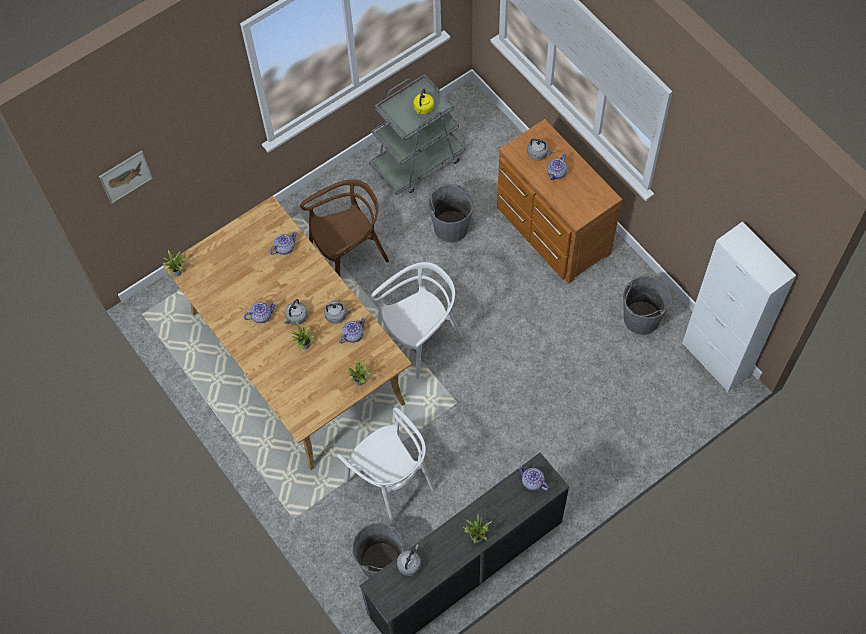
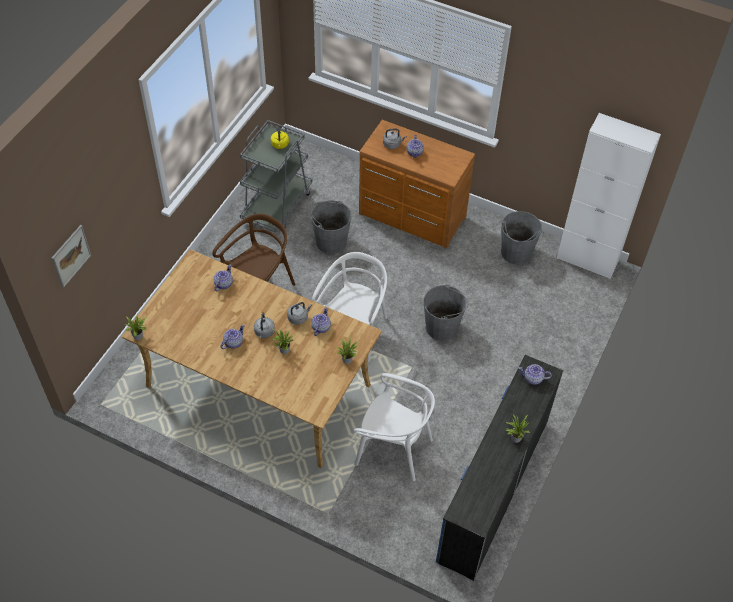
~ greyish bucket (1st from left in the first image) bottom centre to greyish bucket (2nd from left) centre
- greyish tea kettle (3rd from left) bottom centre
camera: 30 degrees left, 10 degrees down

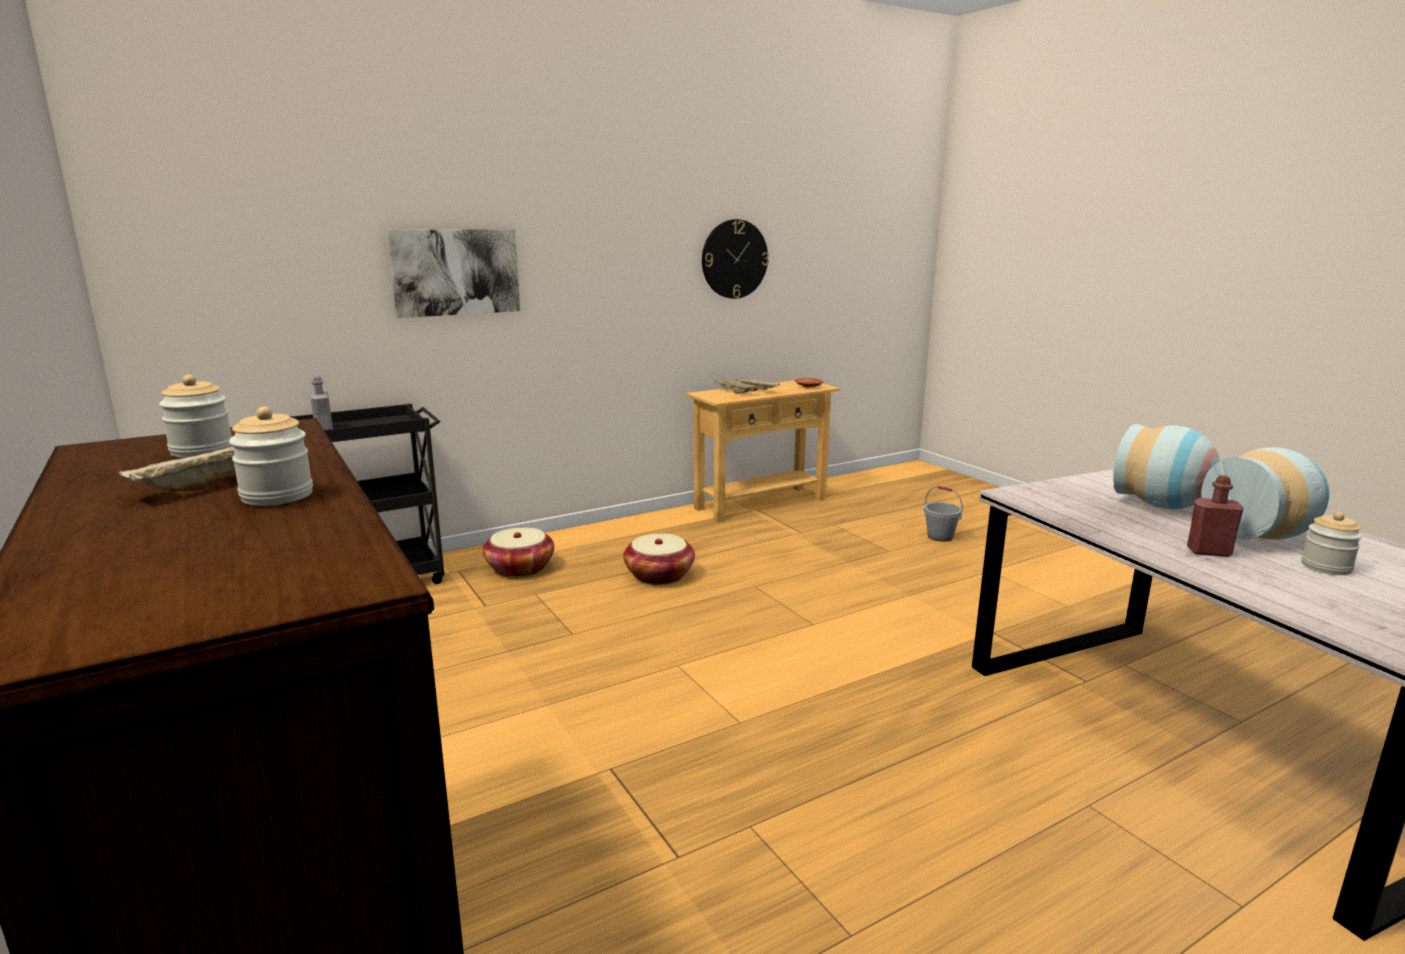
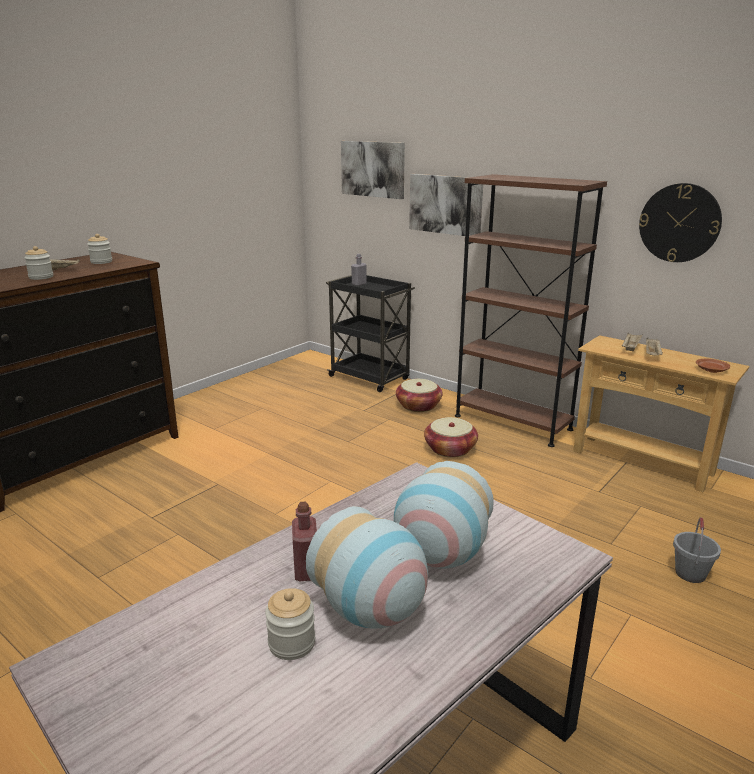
+ wall picture (1st from left) top centre
+ brown-coloured shelving unit middle right
camera: 70 degrees right, 5 degrees up

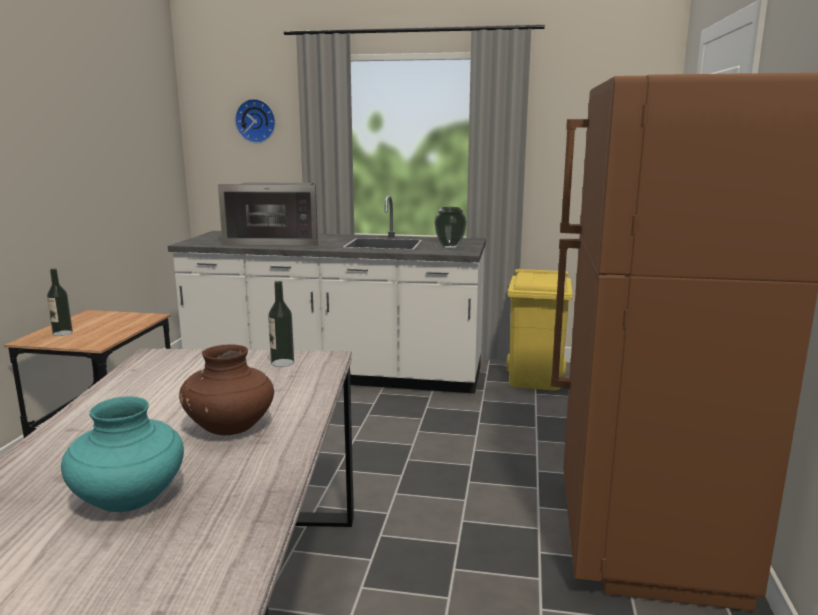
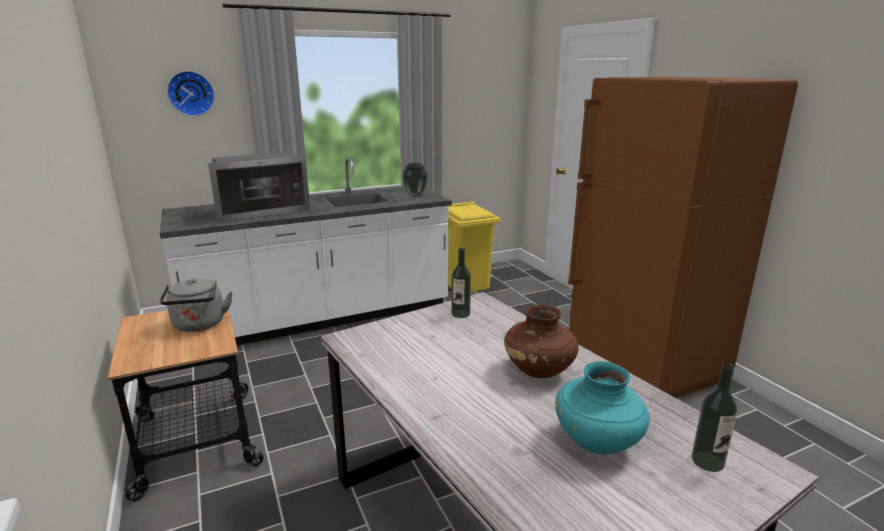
+ greyish tea kettle middle left
~ beverage bottle (1st from left in the first image) middle left to beverage bottle (2nd from left) bottom right
camera: 35 degrees left, 5 degrees up

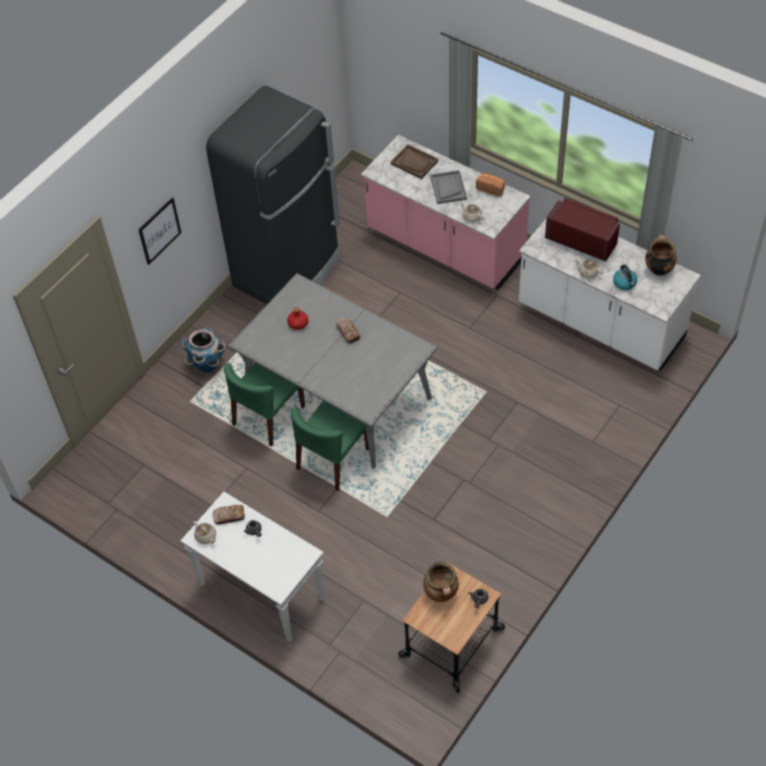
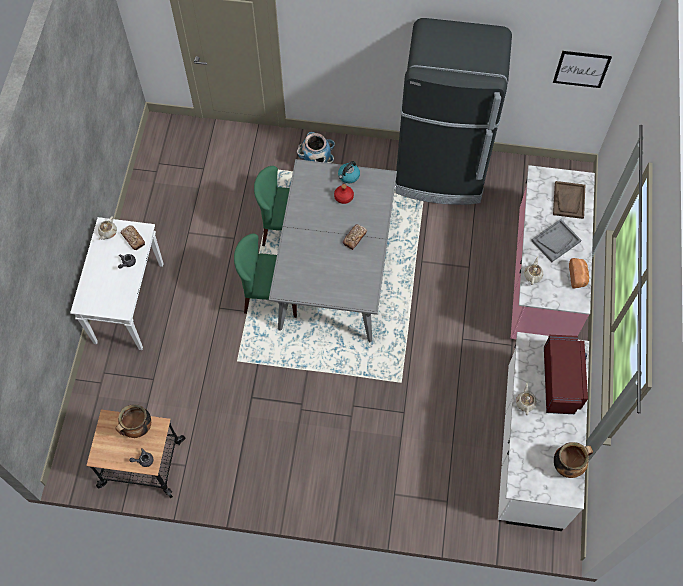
~ tea kettle middle right to top centre
~ wall picture top left to top right
camera: 60 degrees right, 10 degrees up

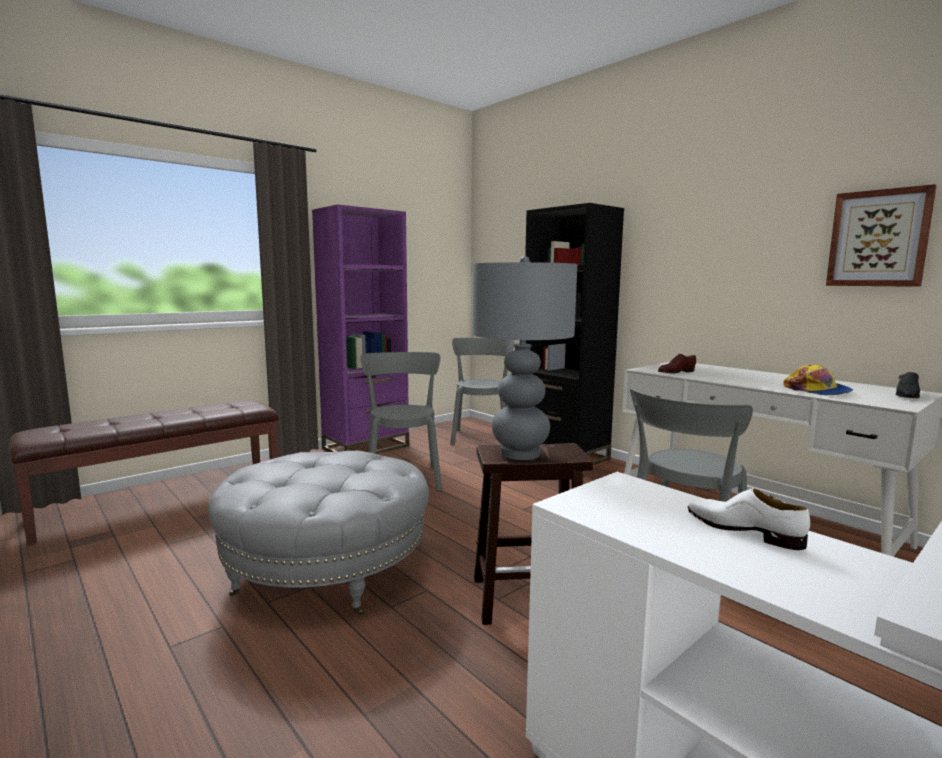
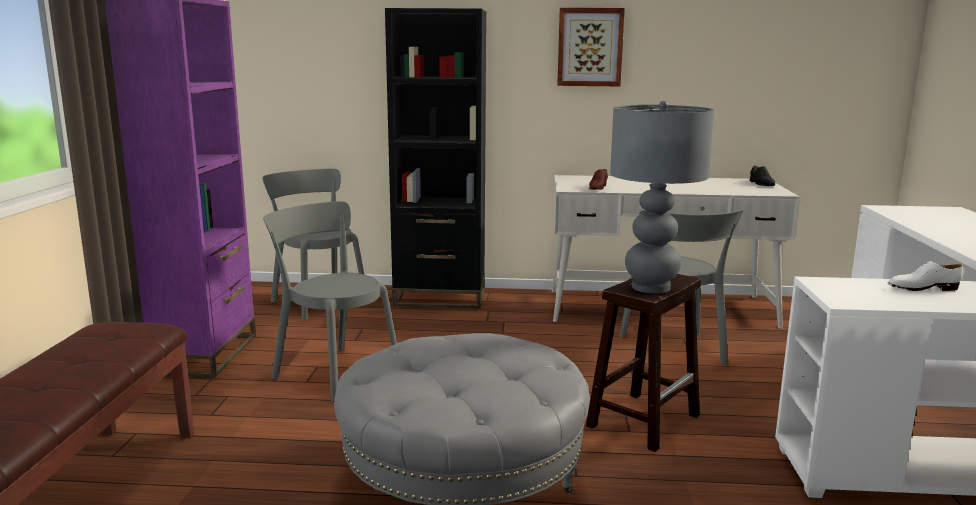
~ wall picture top right to top centre
- cap middle right
camera: 45 degrees left, 5 degrees up

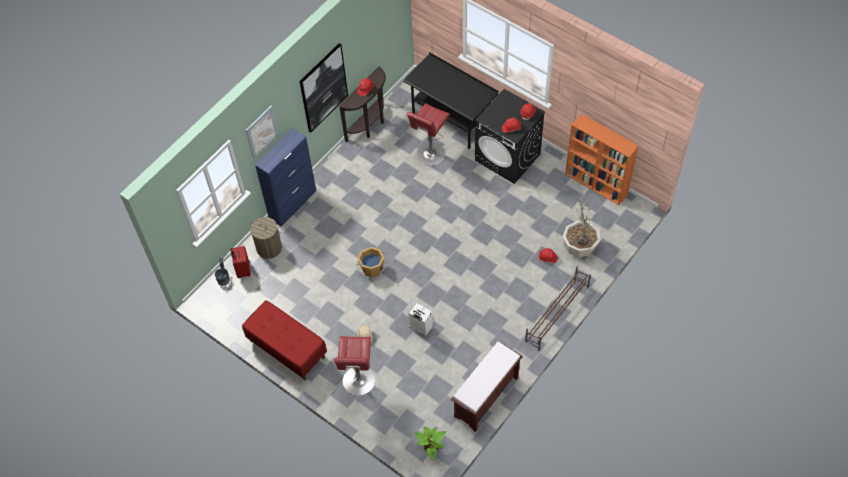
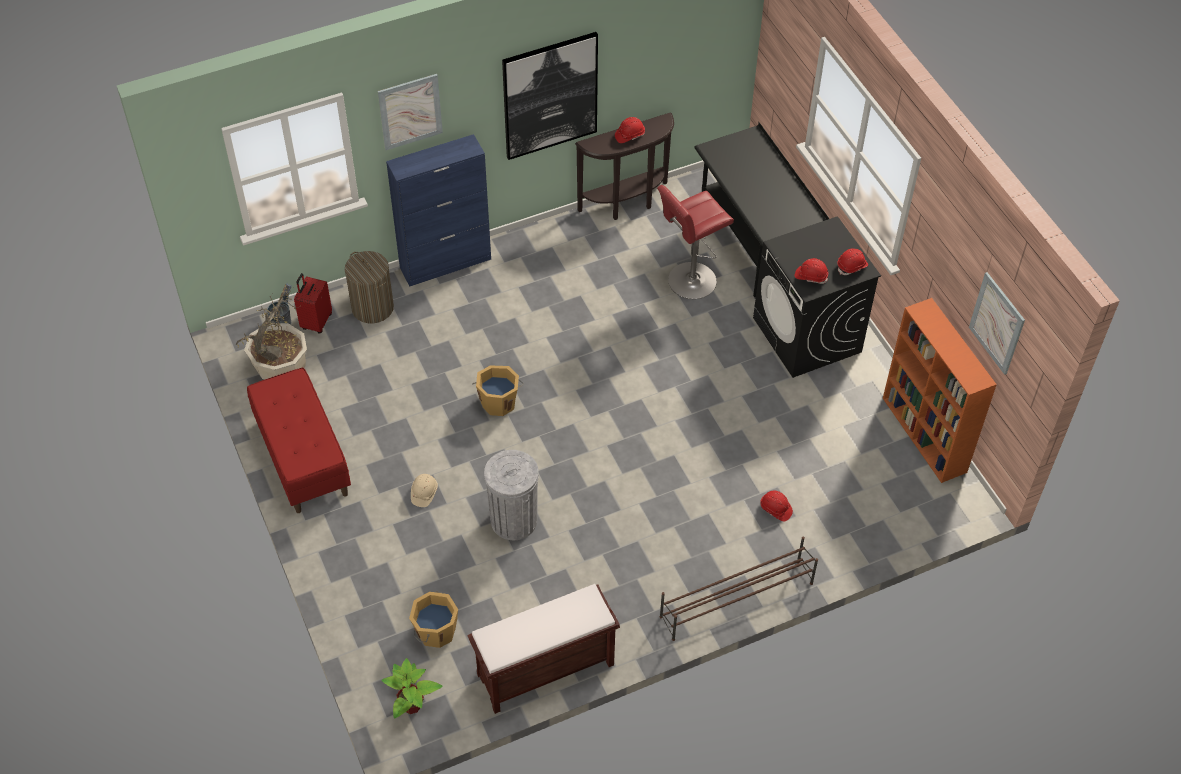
~ potted plant (2nd from left in the first image) middle right to potted plant (1st from left) middle left
+ orangey bucket (1st from left) bottom centre
~ white travel case bottom centre to greyish trash can centre
+ wall picture (3rd from left) middle right
- reddish stool (1st from left) bottom centre
camera: 25 degrees right, 5 degrees down

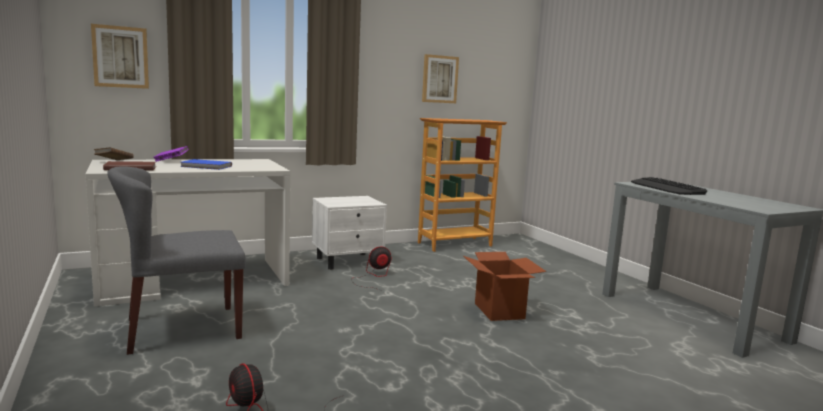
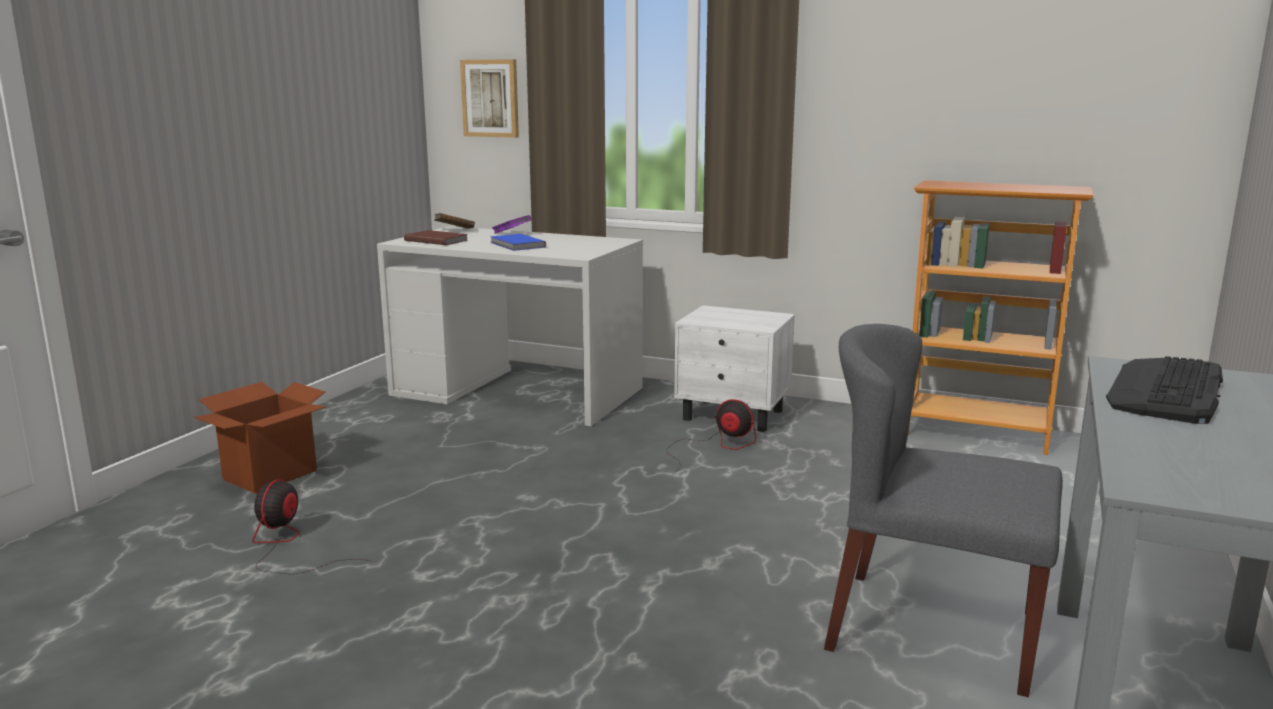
~ cardboard box bottom centre to middle left
~ greyish plain chair middle left to bottom right
- wall picture (2nd from left) top centre
camera: 50 degrees right, 5 degrees up

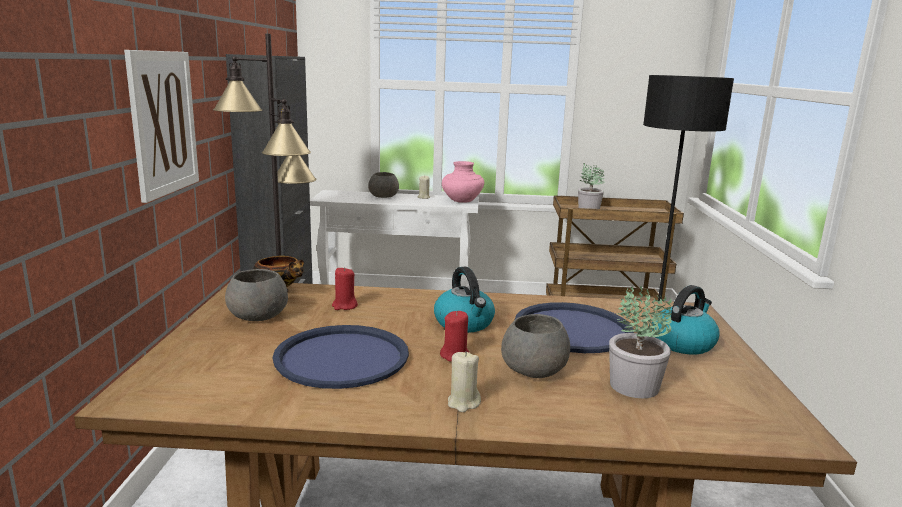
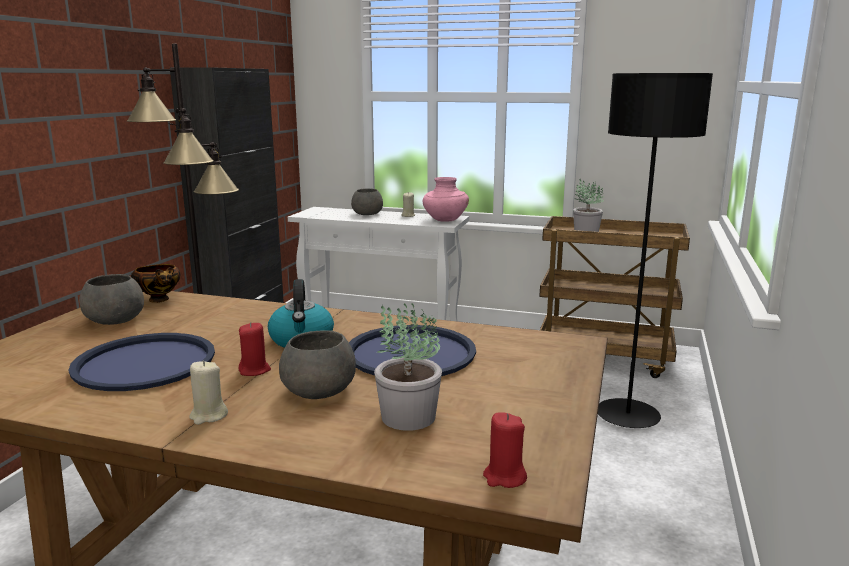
~ reddish wax light (1st from left in the first image) centre to reddish wax light (2nd from left) bottom centre
- wall picture top left
- tea kettle (2nd from left) middle right
camera: 15 degrees right, 0 degrees up

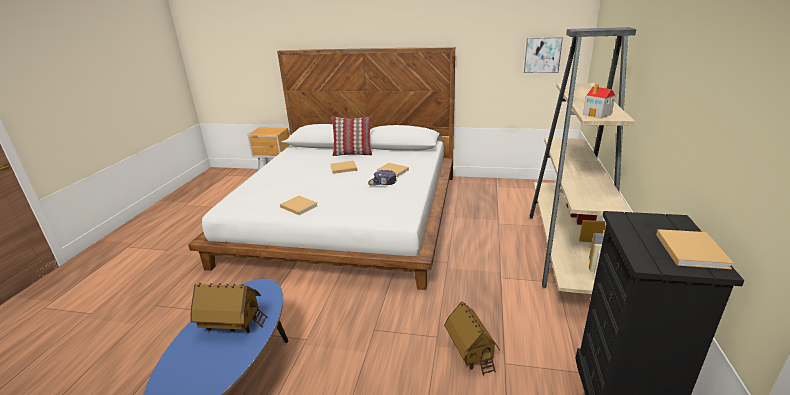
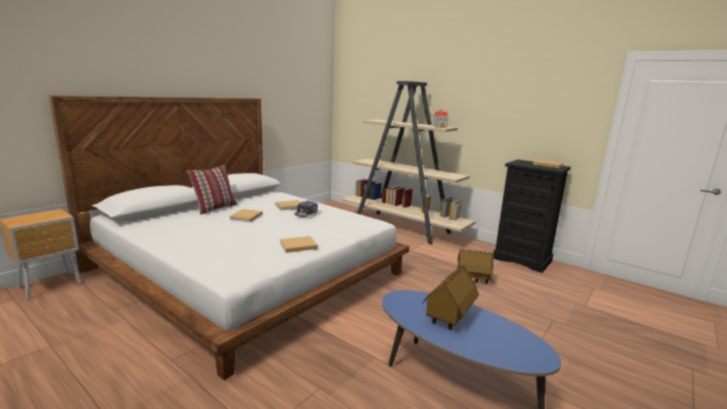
- wall picture top right
camera: 65 degrees left, 10 degrees down

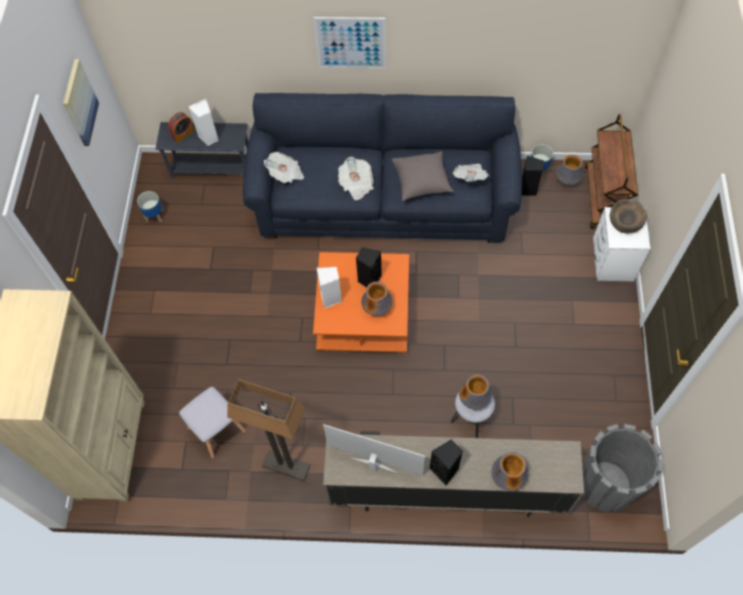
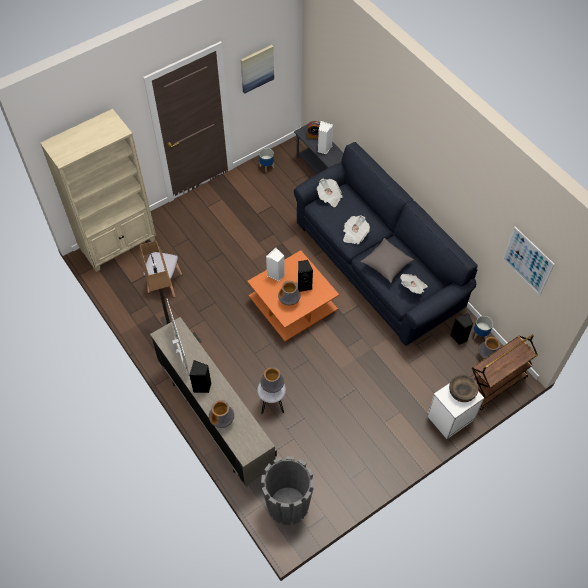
~ wall picture (2nd from left) top centre to middle right
camera: 50 degrees right, 5 degrees down

